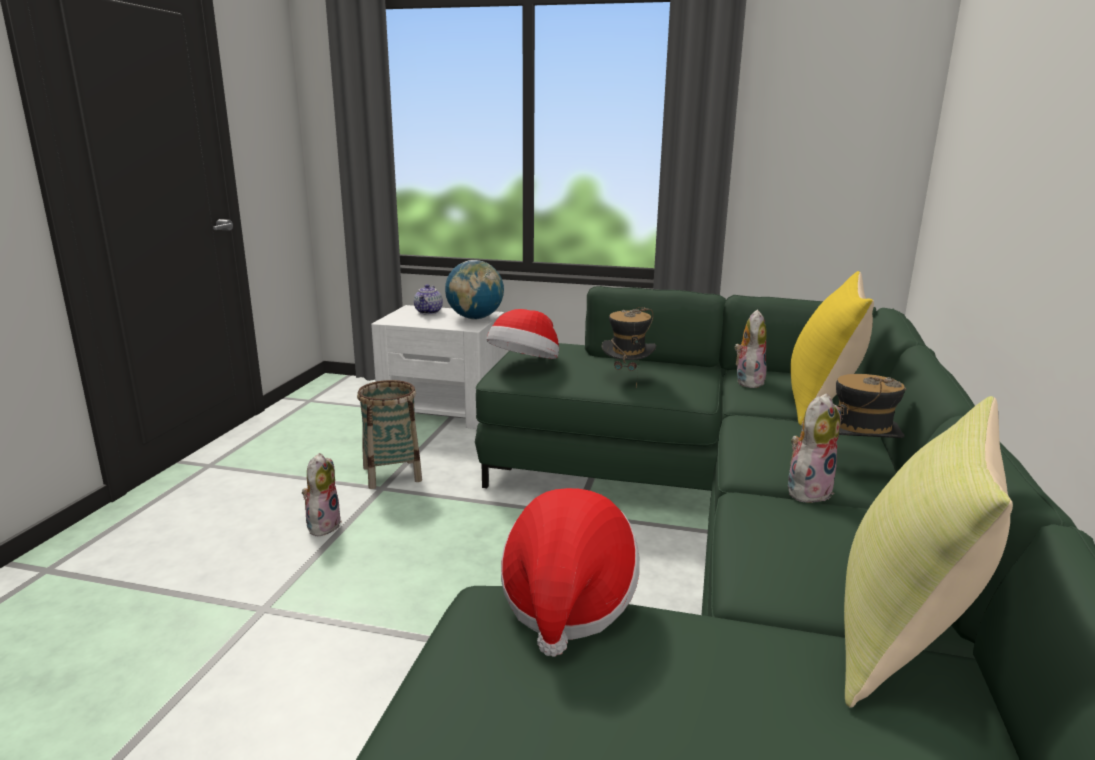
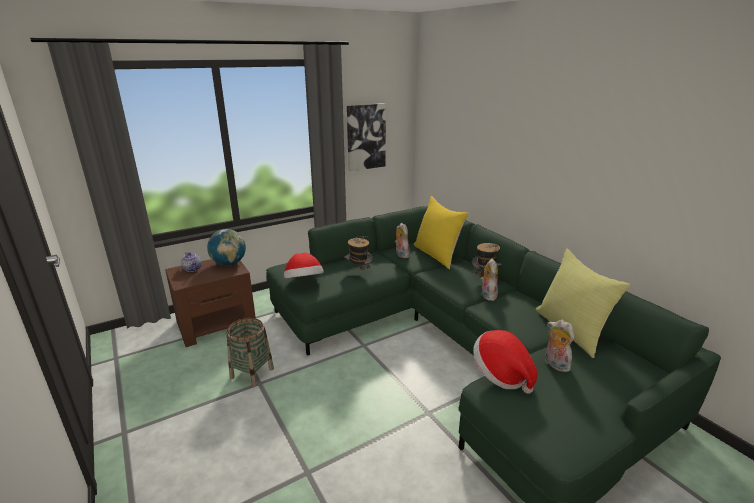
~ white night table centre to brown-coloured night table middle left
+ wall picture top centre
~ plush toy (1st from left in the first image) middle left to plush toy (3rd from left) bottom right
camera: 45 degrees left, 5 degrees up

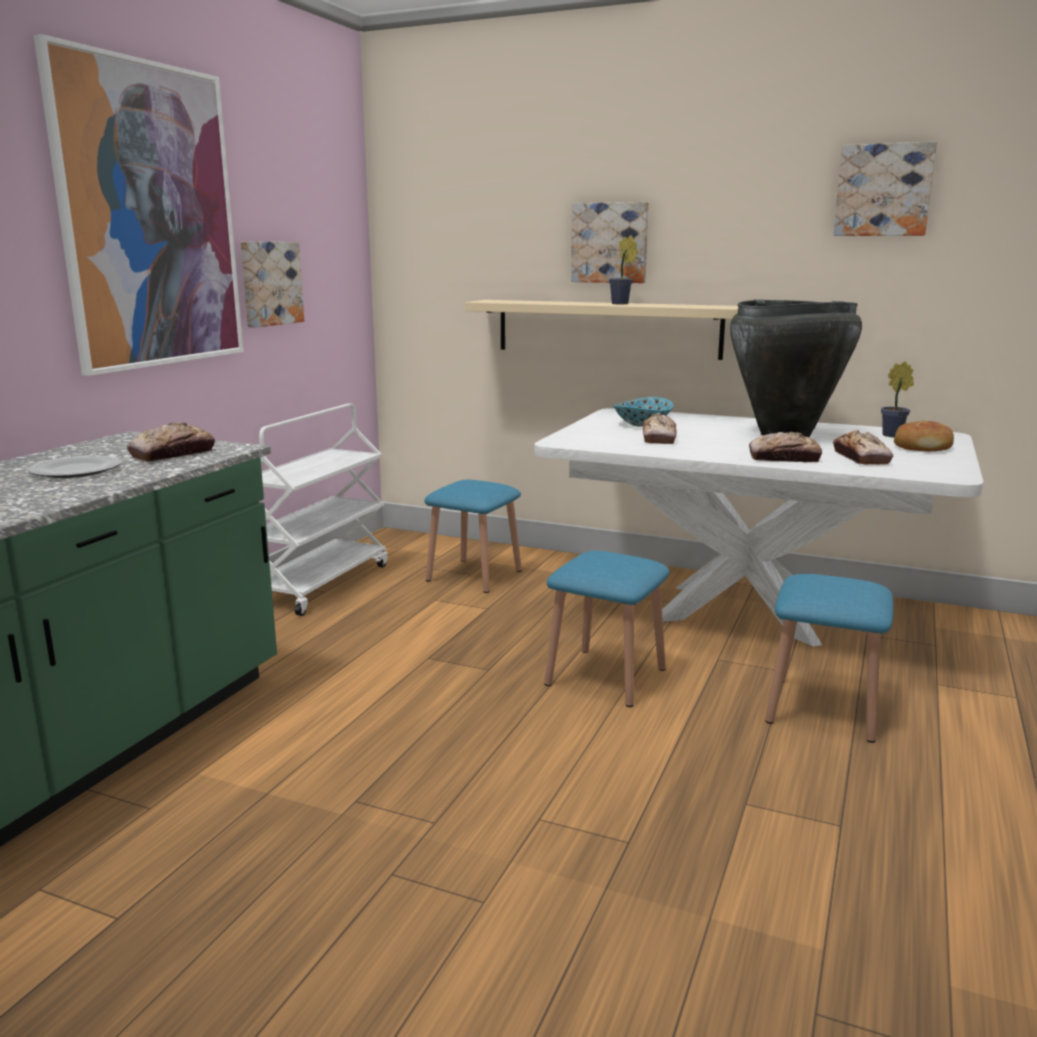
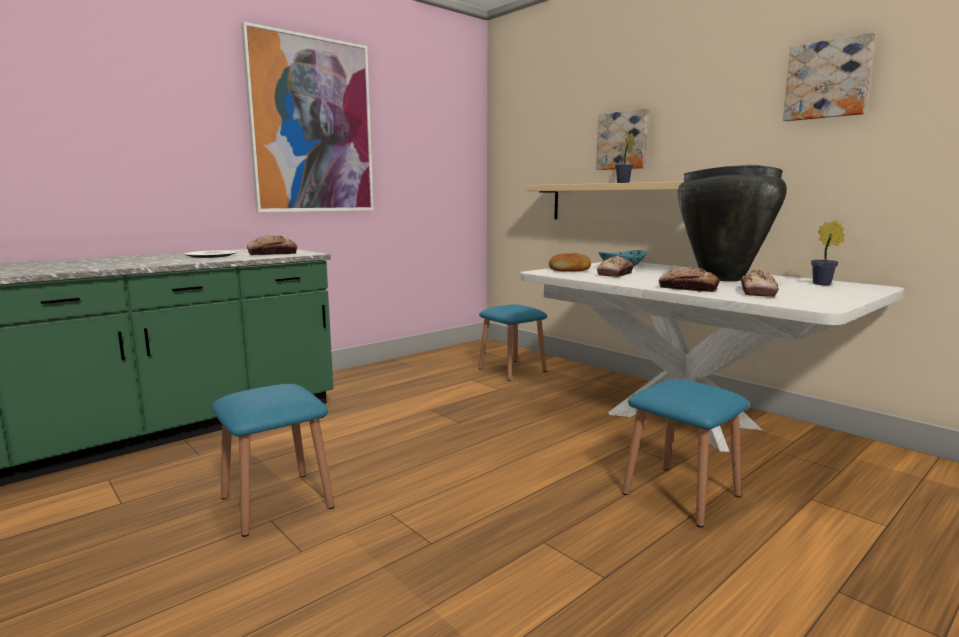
~ blue stool (2nd from left in the first image) centre to blue stool (1st from left) bottom left
~ baked bread (5th from left in the first image) middle right to baked bread (2nd from left) centre
- wall picture (2nd from left) top left
- white trolley middle left
camera: 25 degrees right, 5 degrees down

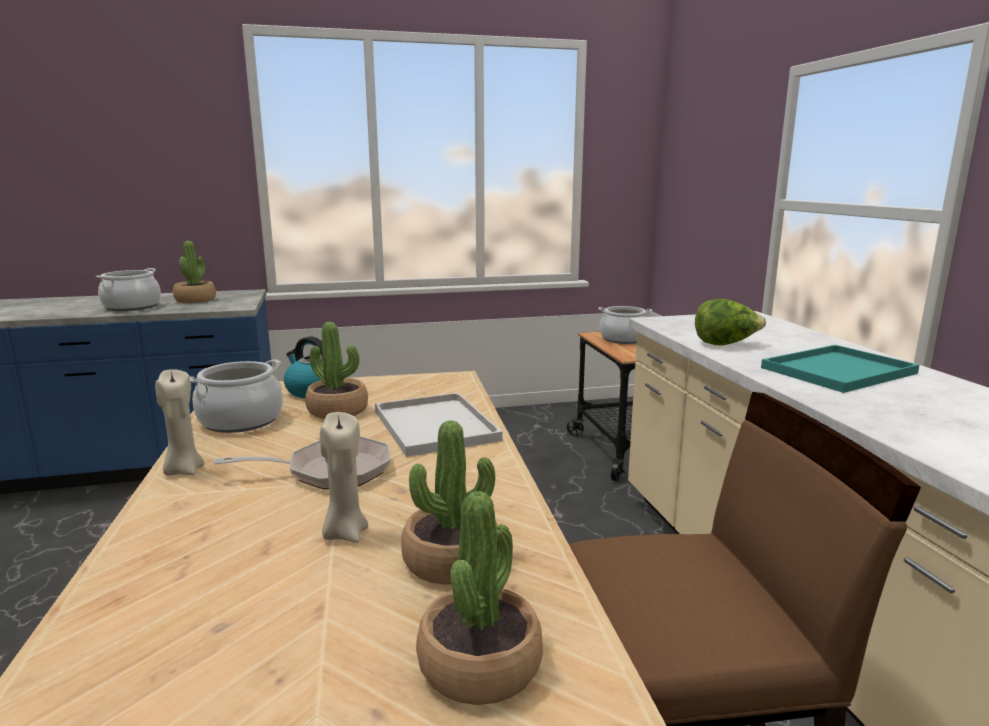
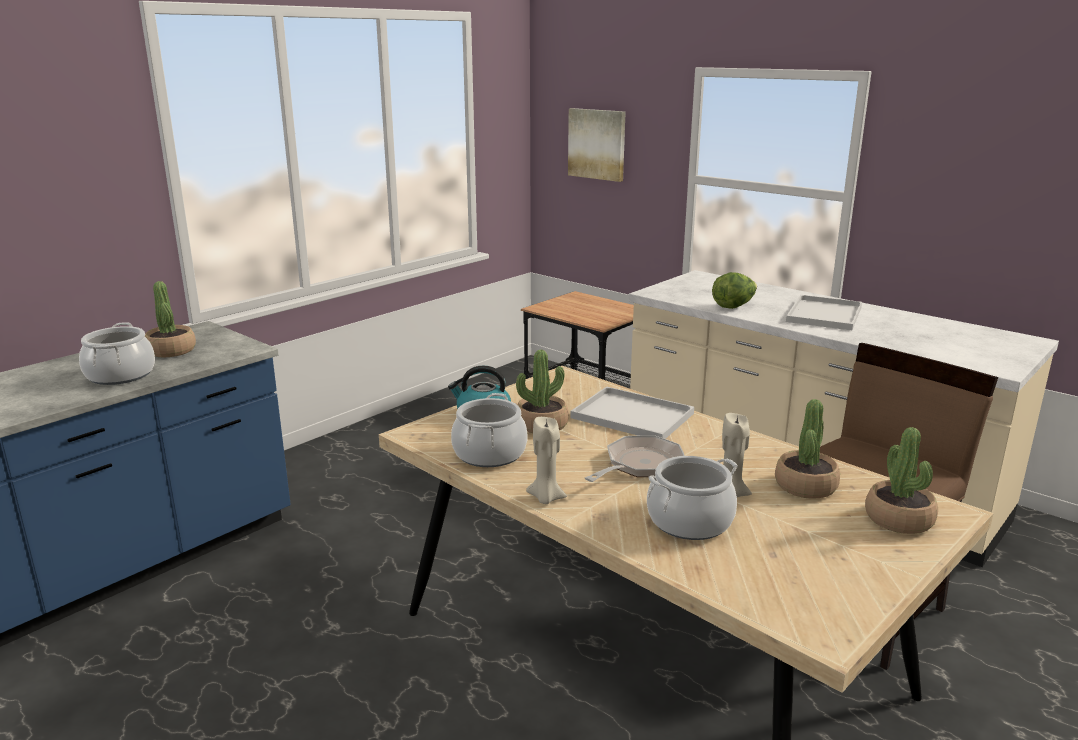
+ wall picture top centre
~ stockpot (3rd from left) centre to bottom centre
~ blue-green serving tray middle right to white serving tray (2nd from left) middle right
camera: 35 degrees left, 5 degrees up

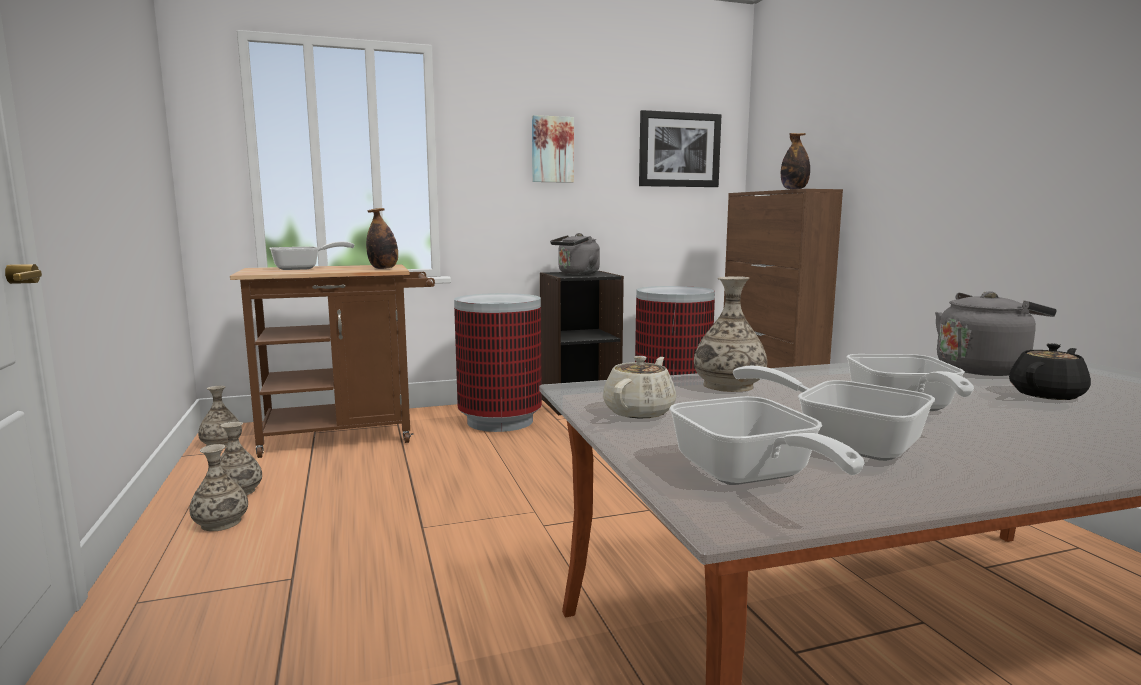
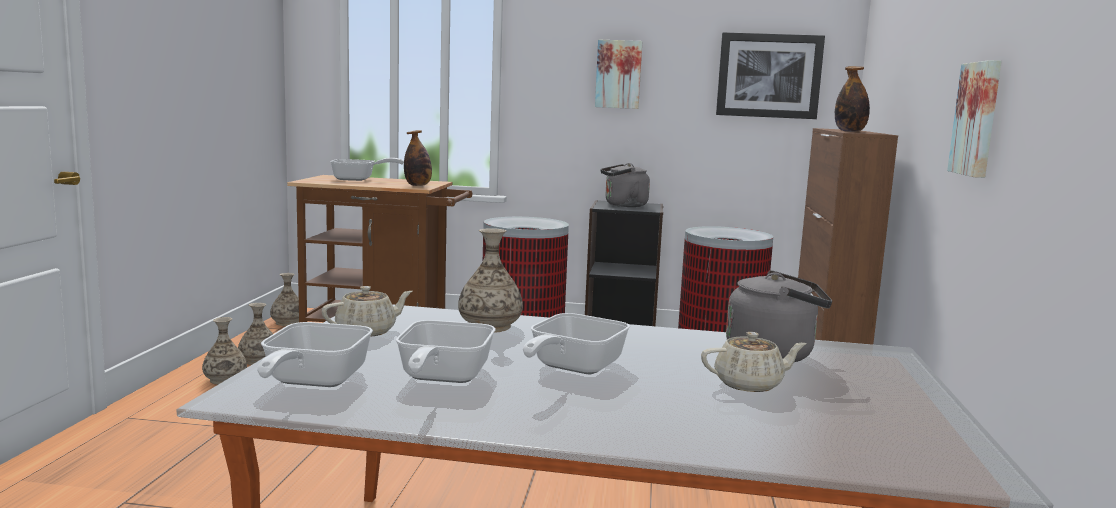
~ pan (3rd from left) middle right = bottom centre 150 degrees counterclockwise
~ black teapot middle right to sand-coloured teapot (2nd from left) bottom right
+ wall picture (3rd from left) top right
camera: 25 degrees right, 0 degrees up

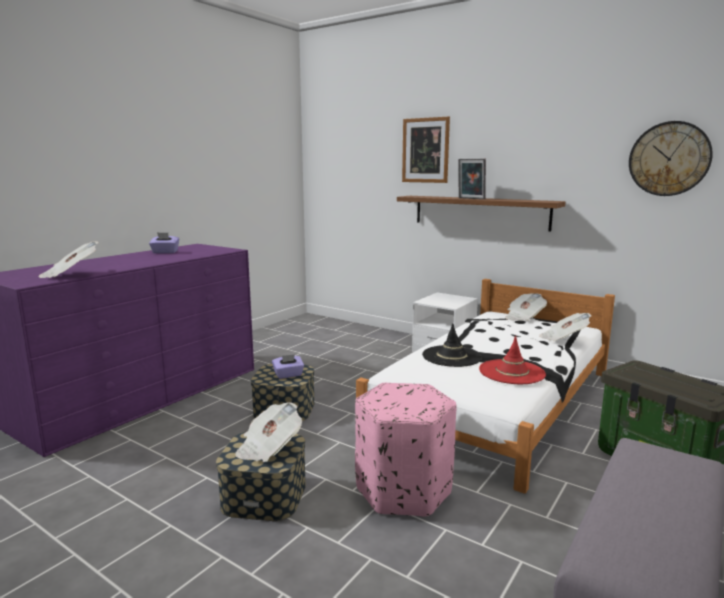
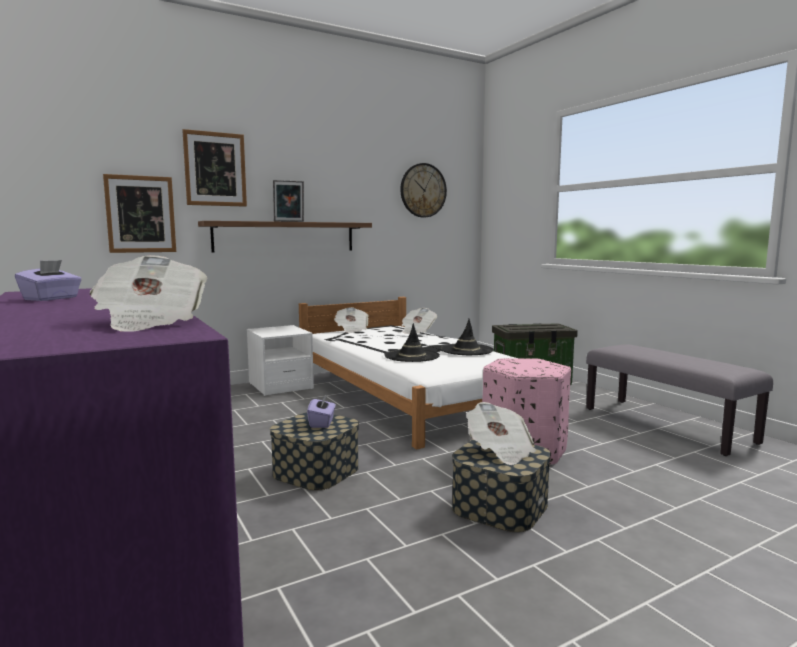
+ wall picture (1st from left) top left
~ reddish clothing hat middle right to black clothing hat (2nd from left) centre
camera: 65 degrees left, 5 degrees down

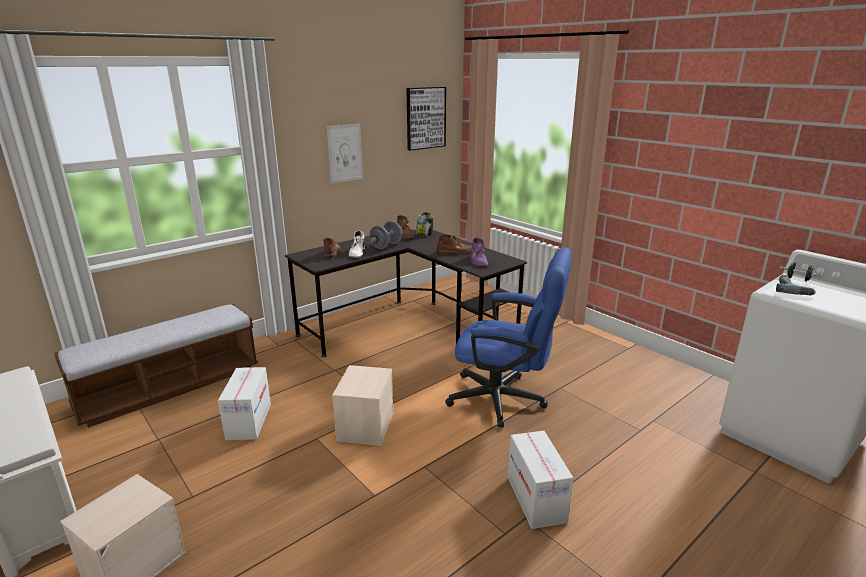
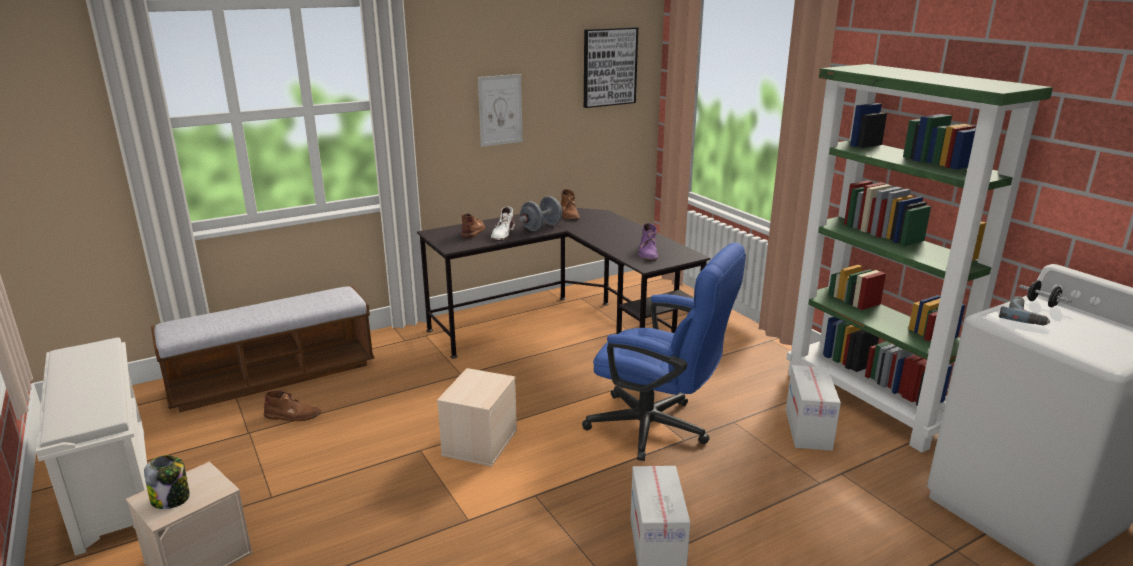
~ jar centre to bottom left
~ brown-coloured tall boot (3rd from left in the first image) centre to brown-coloured tall boot (1st from left) bottom left
~ cardboard box (1st from left in the first image) bottom left to cardboard box (2nd from left) bottom right
+ green-coloured shelving unit middle right
camera: 10 degrees right, 0 degrees up

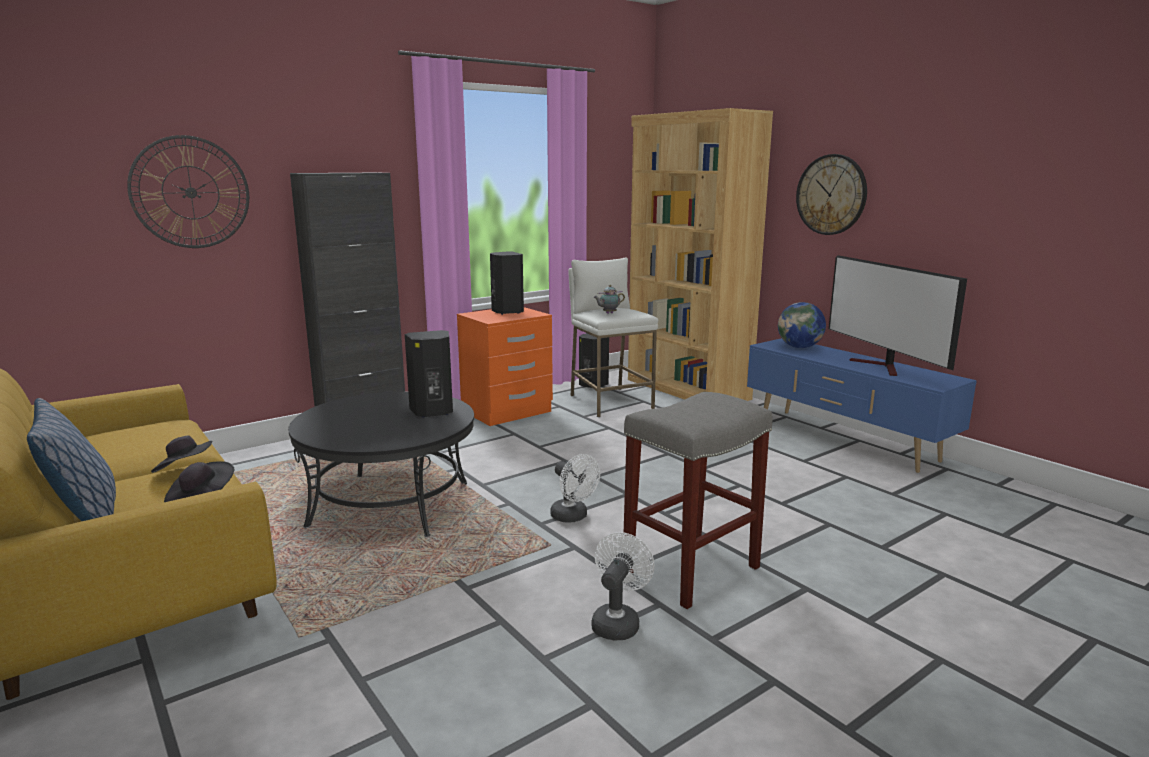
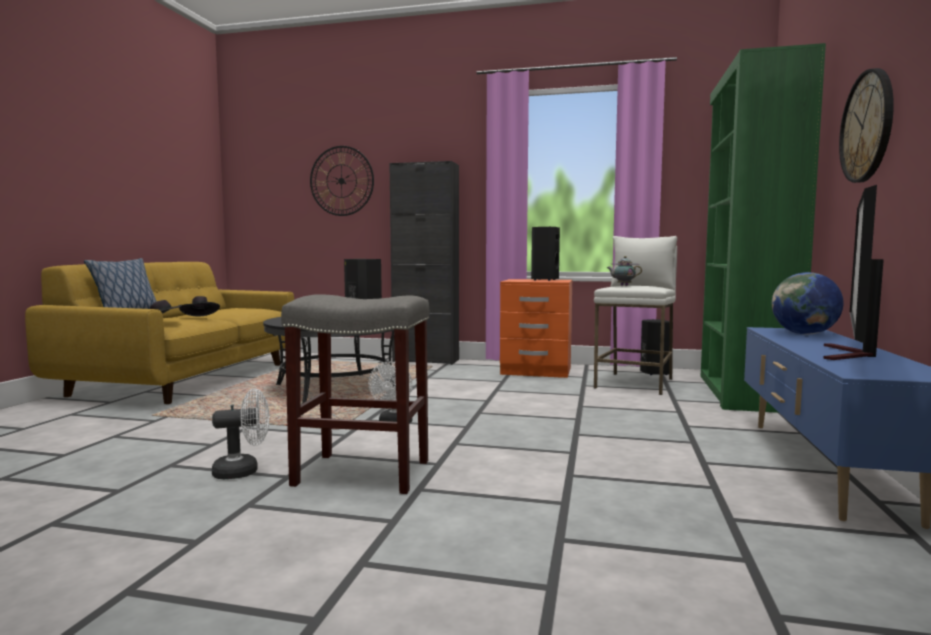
~ brown-coloured shelving unit centre to green-coloured shelving unit middle right
camera: 50 degrees right, 10 degrees down

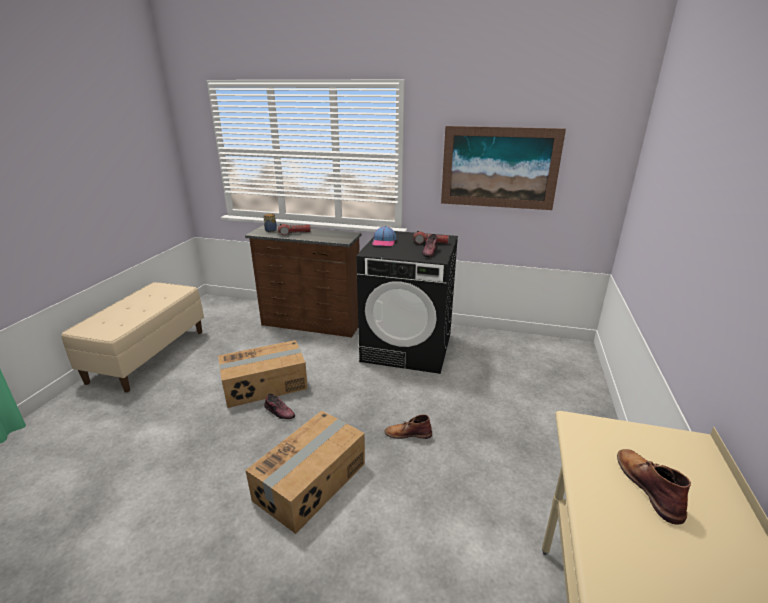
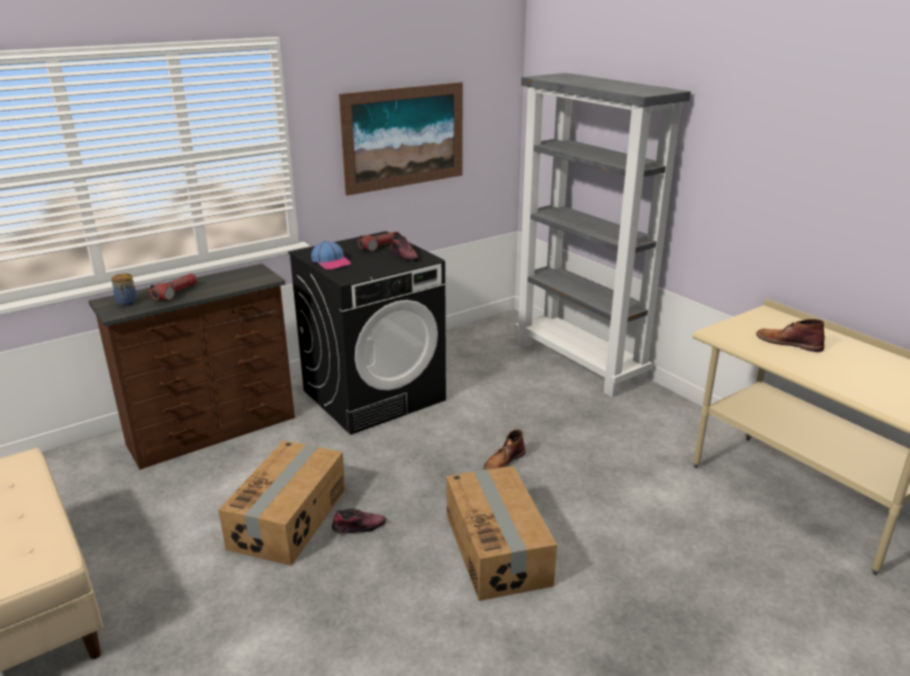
+ greyish shelving unit centre
camera: 50 degrees left, 0 degrees up

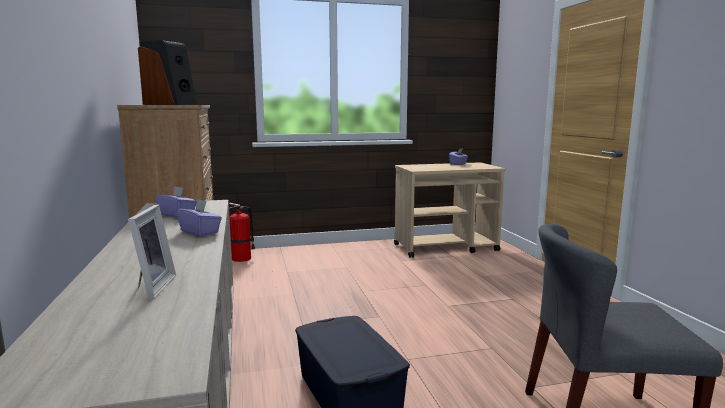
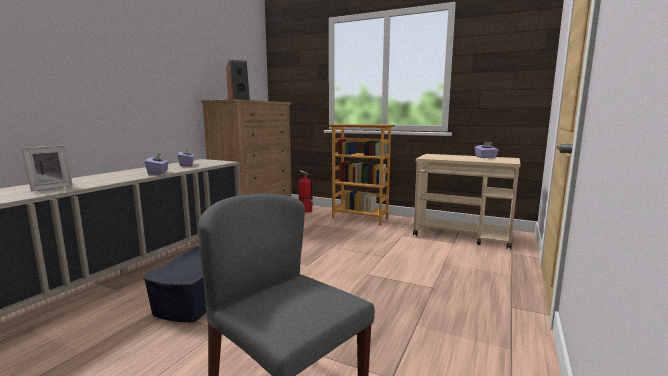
+ shelving unit centre
camera: 40 degrees right, 0 degrees up

